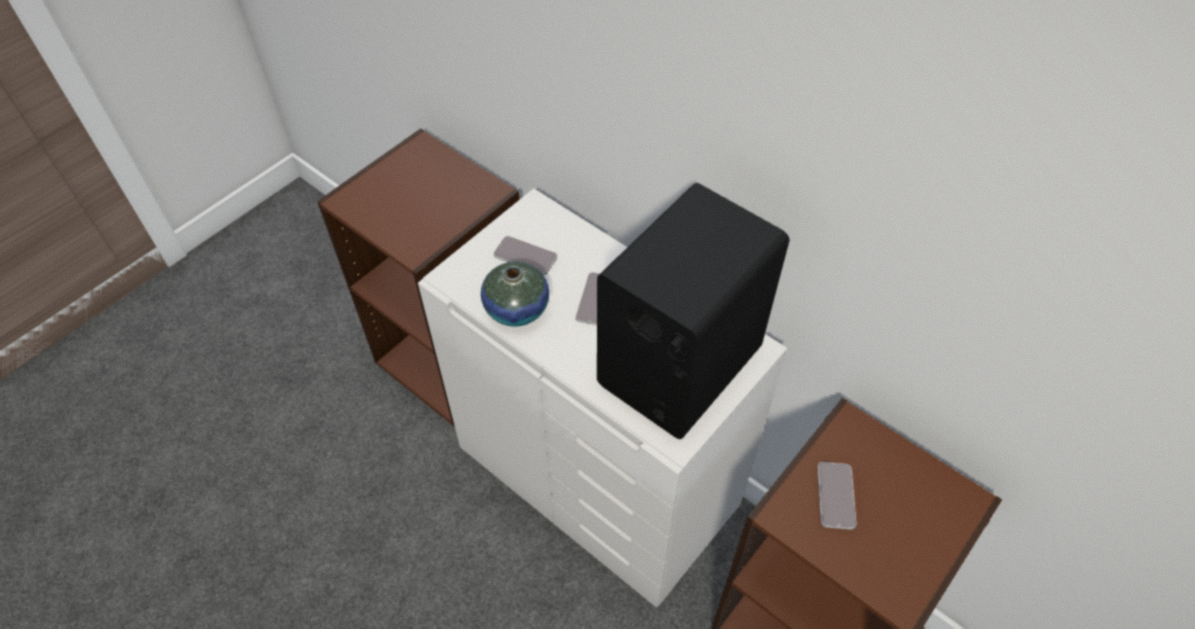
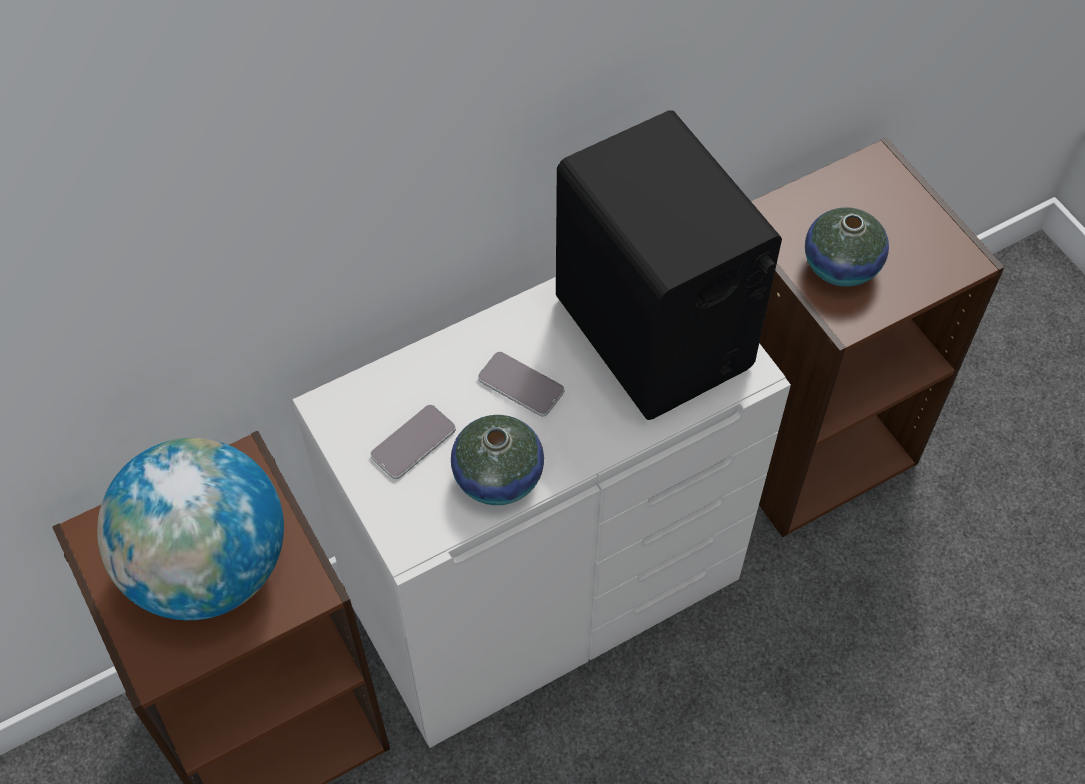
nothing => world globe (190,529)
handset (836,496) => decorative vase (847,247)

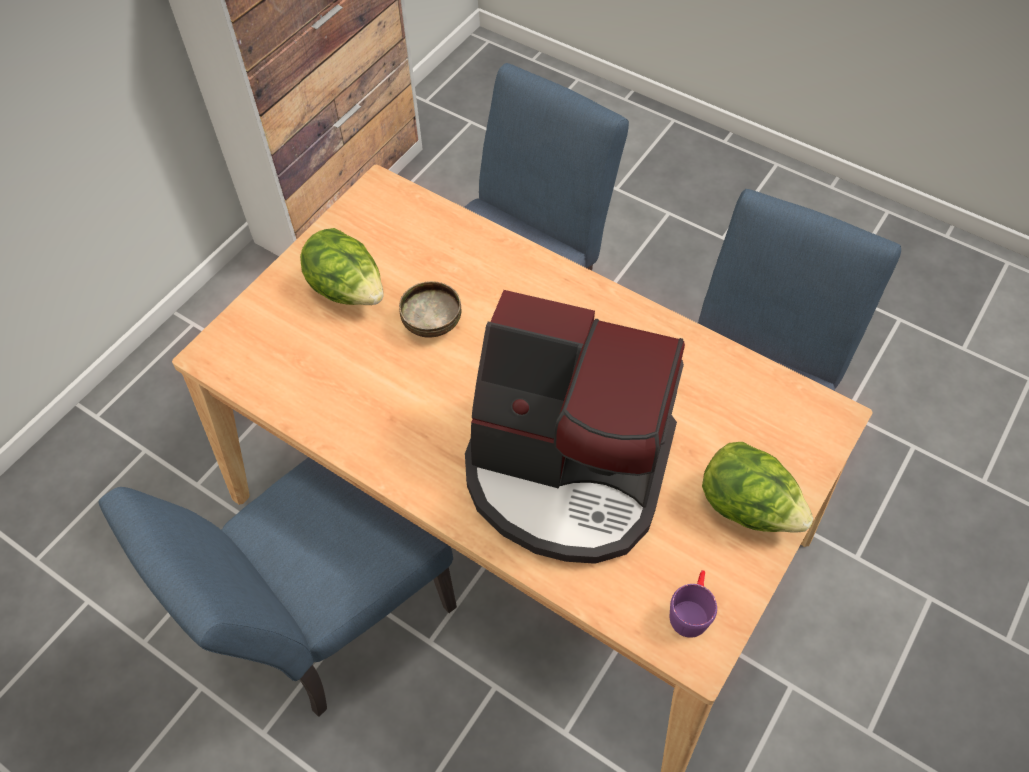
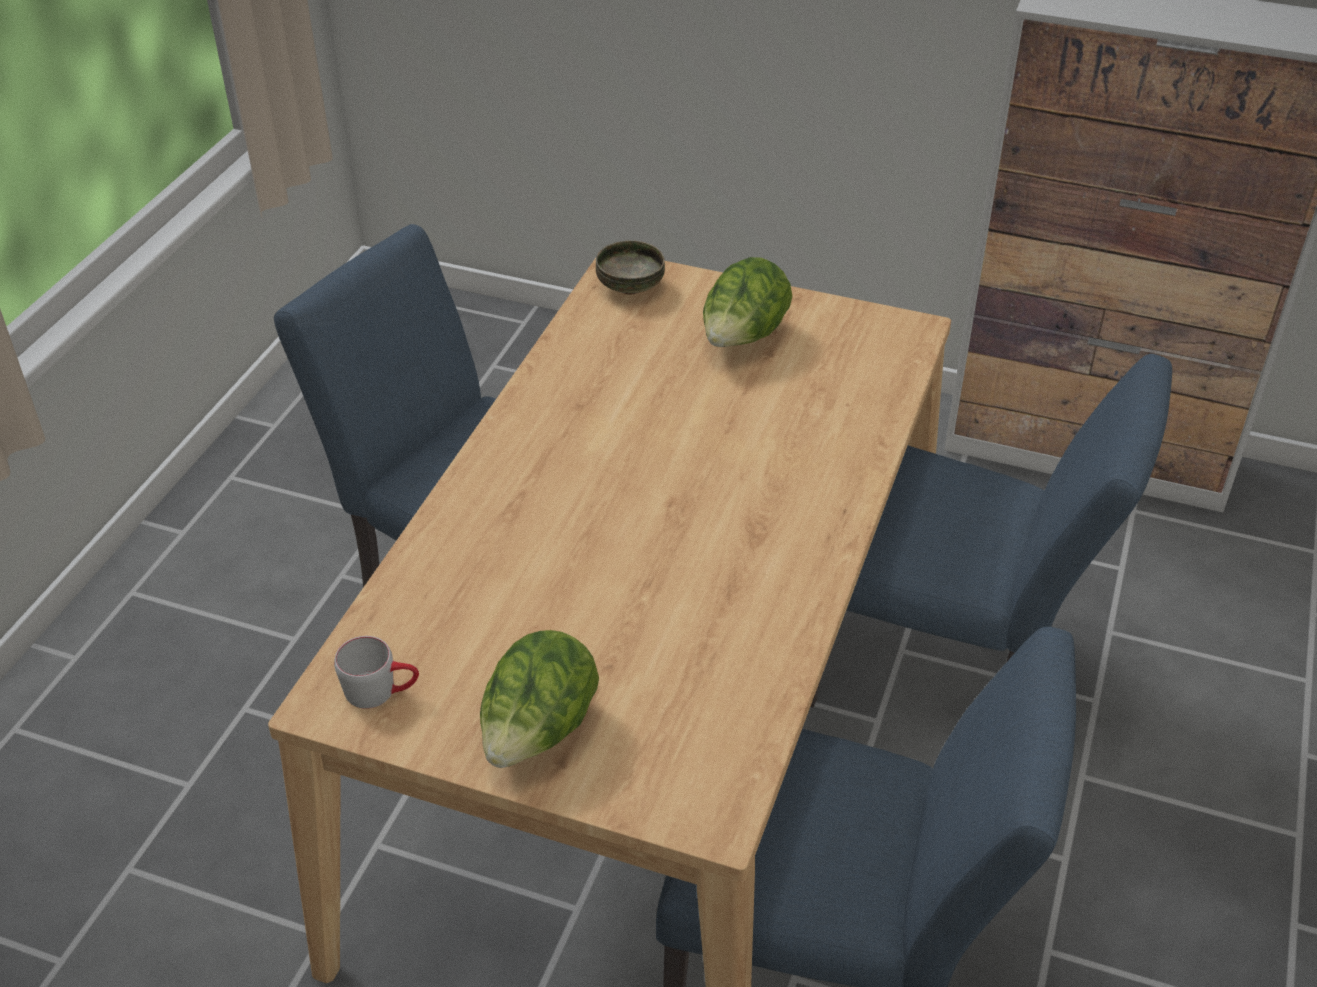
purplish coffee mug (693,604) => greyish coffee mug (376,672)
deep dish (430,309) => deep dish (630,267), move
coffee brewer (575,427) => nothing

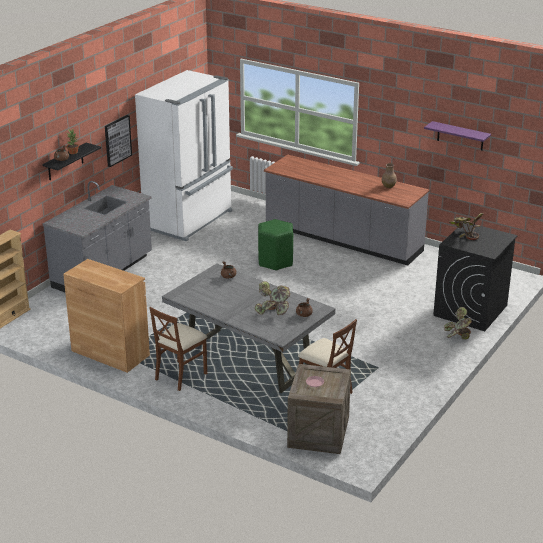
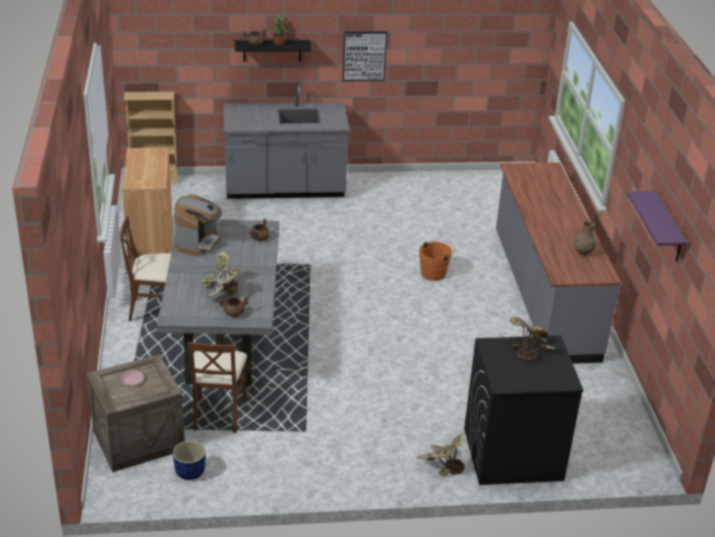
nothing => blue planter (189,460)
nothing => coffee brewer (198,225)
green-coloured stool (275,245) => orange pail (437,260)
white fridge (184,156) => nothing

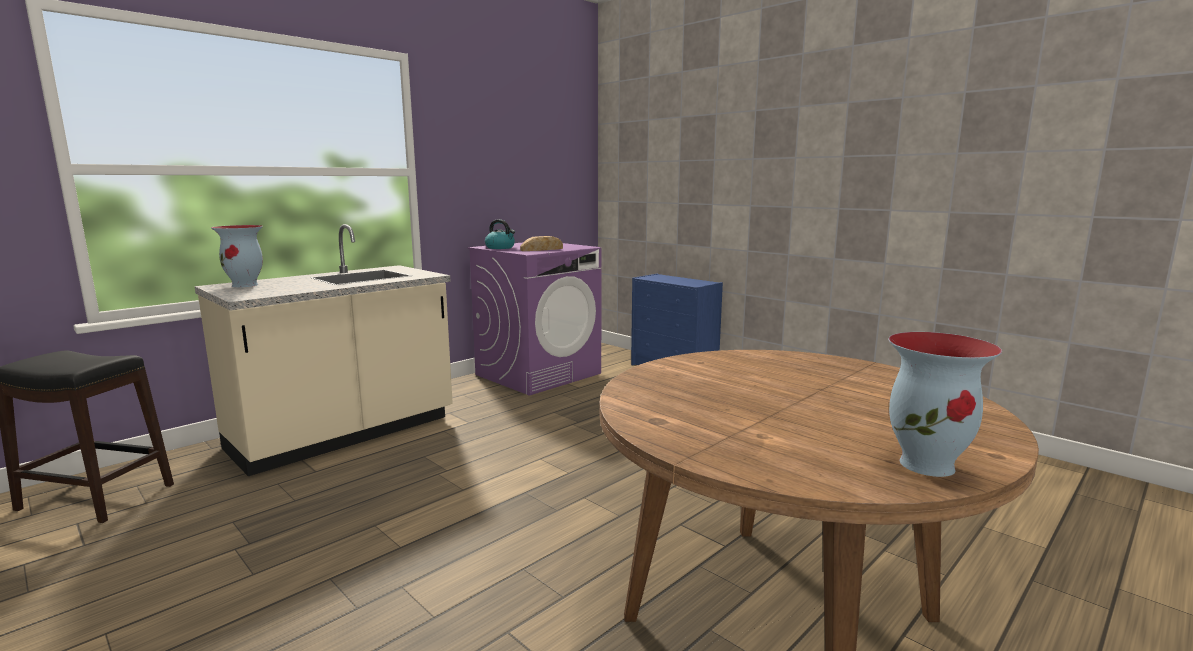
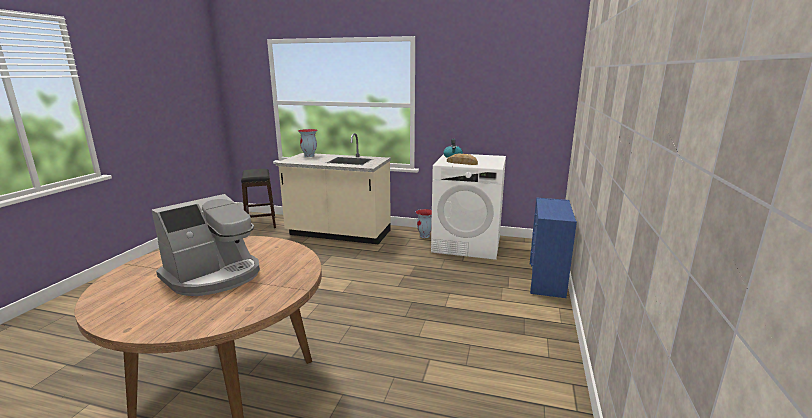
nothing => coffee brewer (205,245)
decorative vase (945,404) => decorative vase (423,223), move
purplish washing machine (535,319) => white washing machine (468,207)

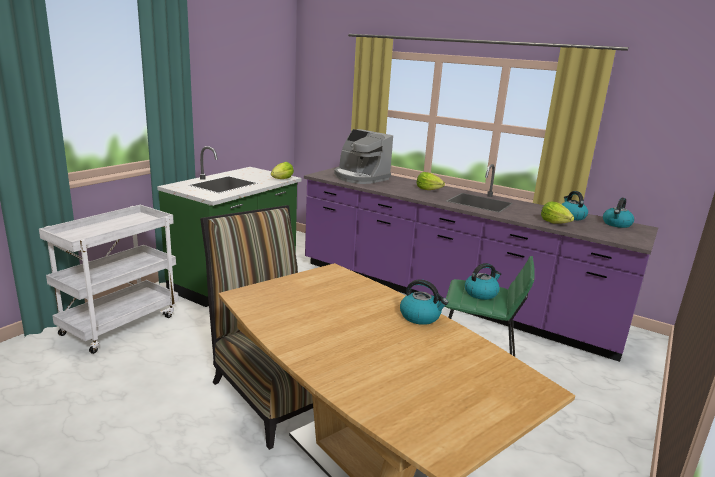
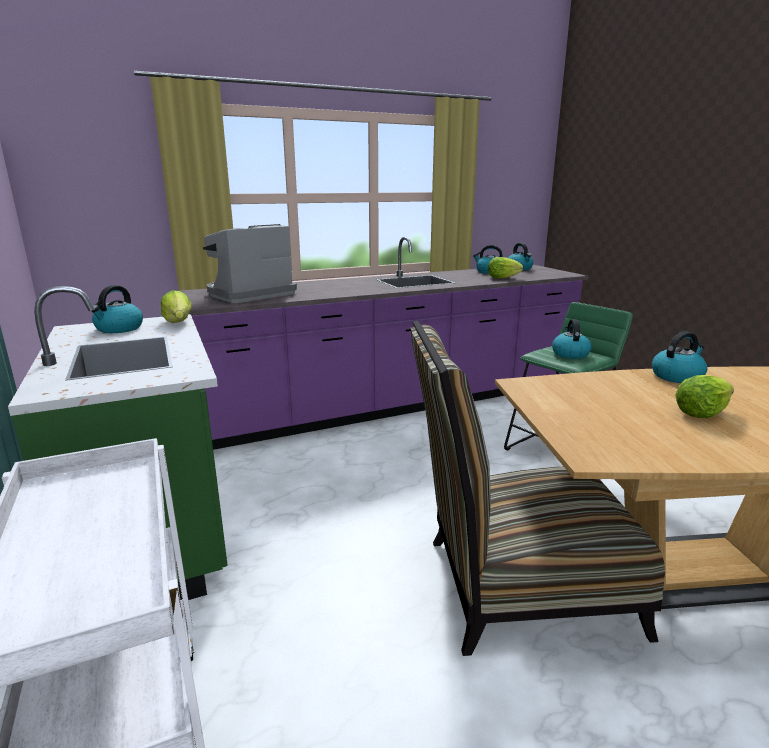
nothing => tea kettle (117,309)
coffee brewer (363,156) => coffee brewer (250,263), 150 degrees clockwise
lettuce (430,181) => lettuce (704,396), move

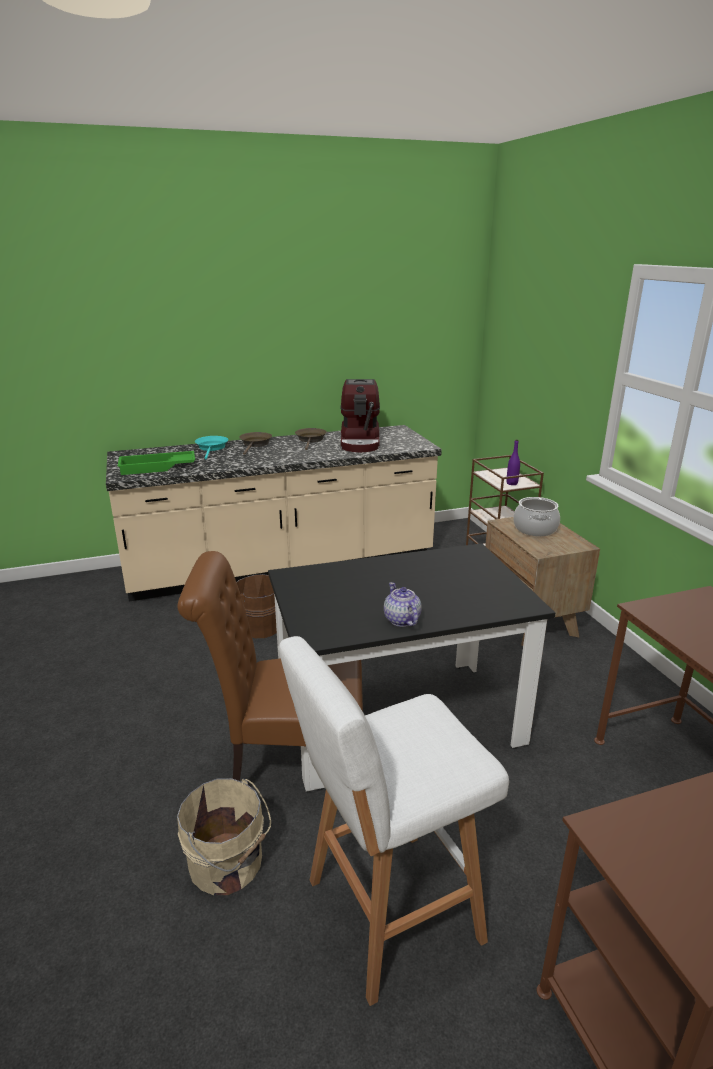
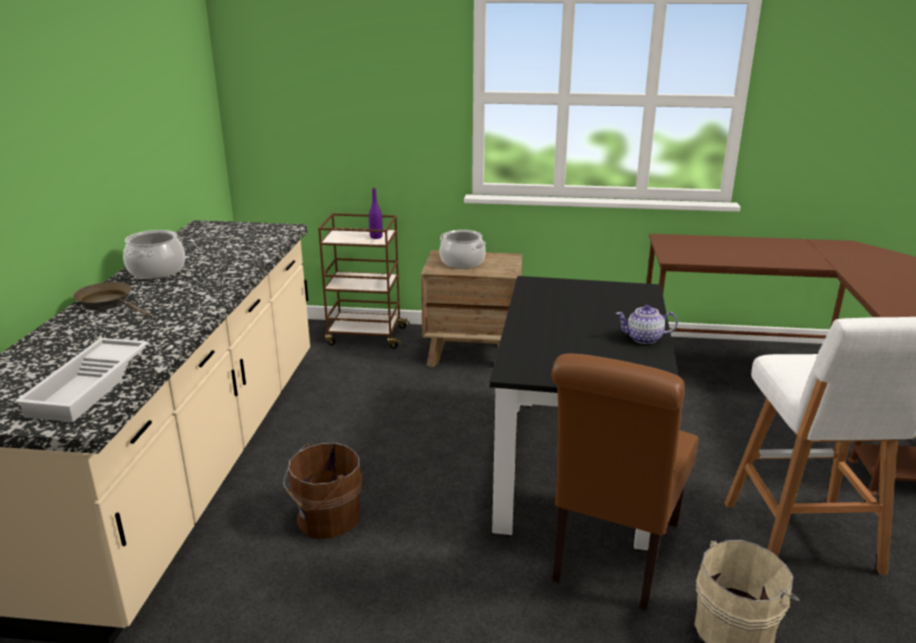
green-coloured serving tray (156,463) => white serving tray (81,380)
brown frying pan (311,439) => saucepot (154,254)
turquoise-coloured frying pan (211,447) => nothing
coffee brewer (360,415) => nothing

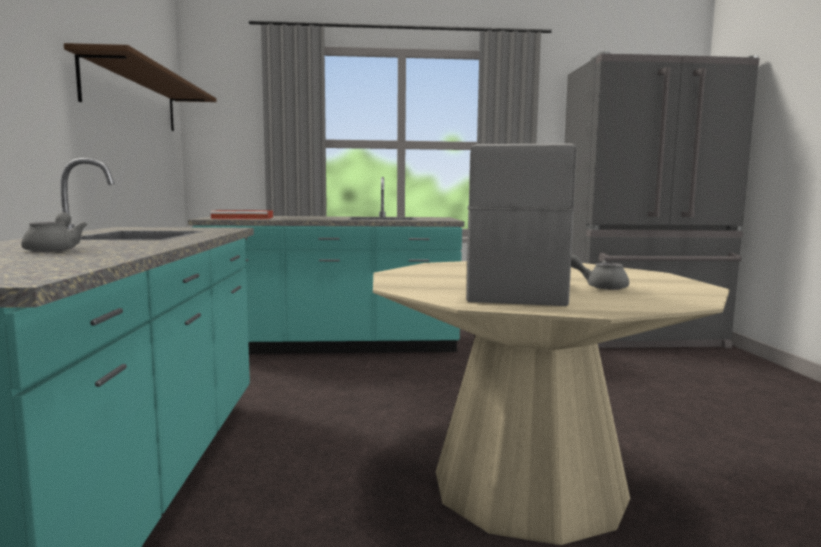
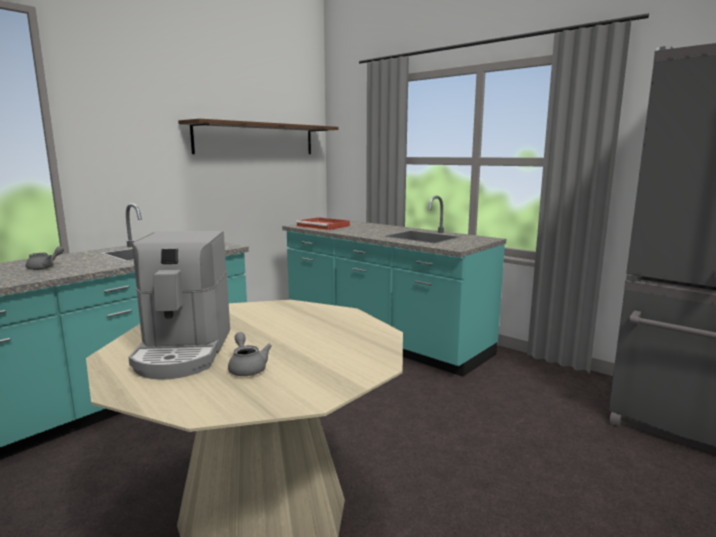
coffee brewer (521,224) => coffee brewer (179,305), 120 degrees clockwise

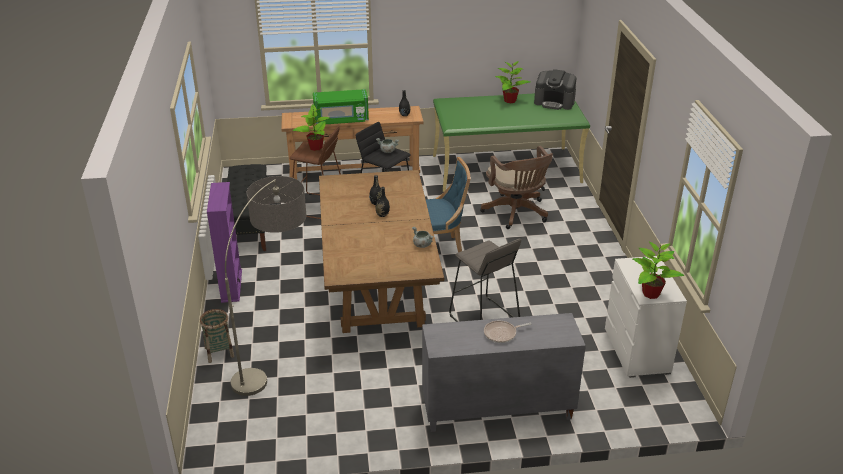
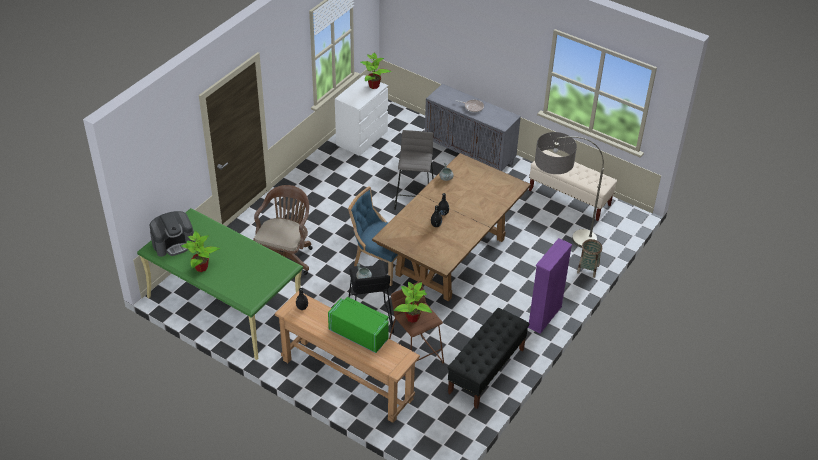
coffee brewer (555,89) => coffee brewer (172,234), 90 degrees clockwise
nothing => sand-coloured bench (573,185)

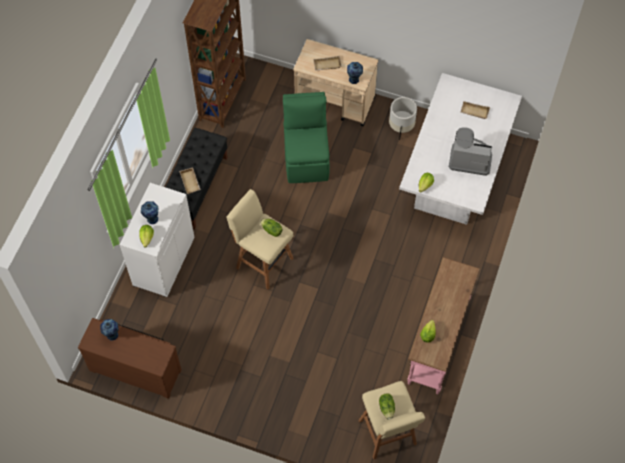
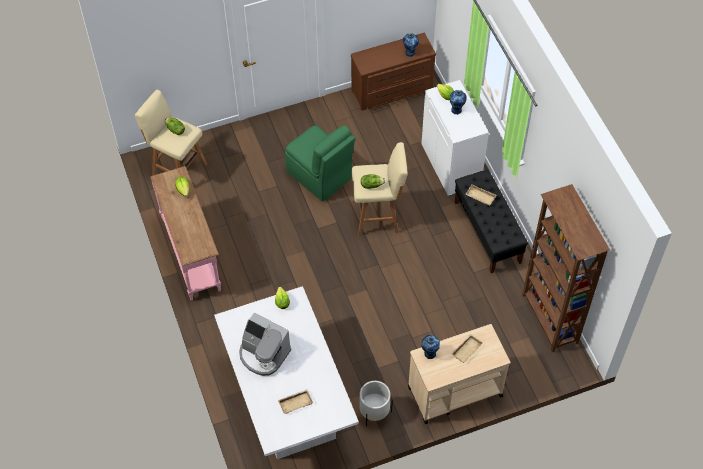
coffee brewer (470,151) => coffee brewer (265,344), 60 degrees clockwise
green-coloured chair (306,137) => green-coloured chair (320,163), move

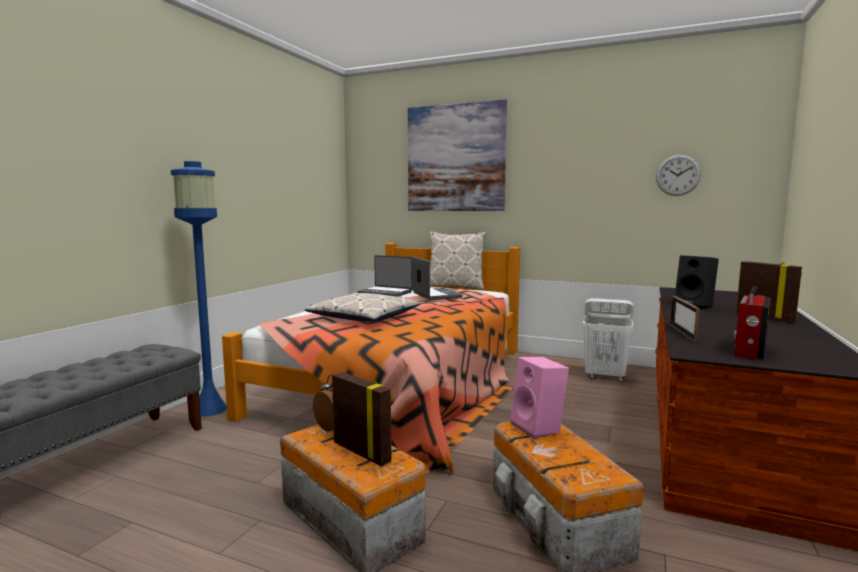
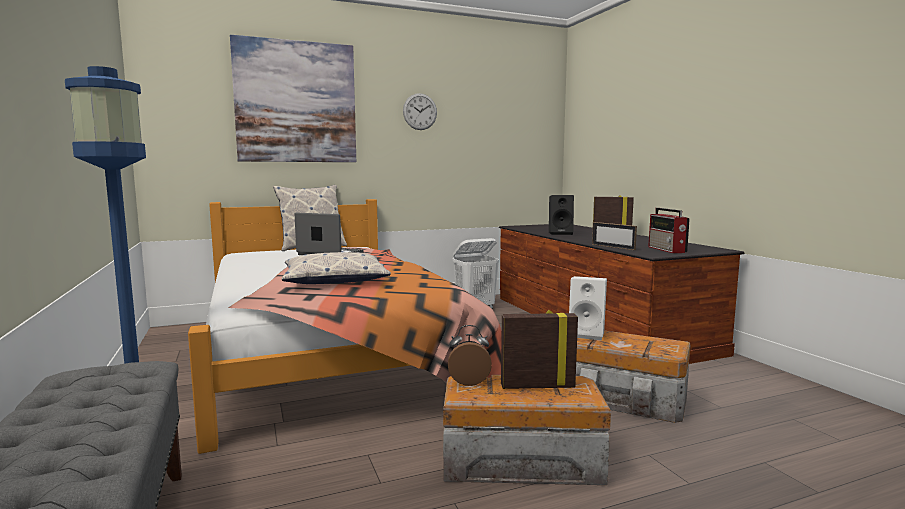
wall clock (678,175) => wall clock (420,111), move
pink-coloured speaker (539,398) => white speaker (588,308)
notebook computer (384,276) => nothing

